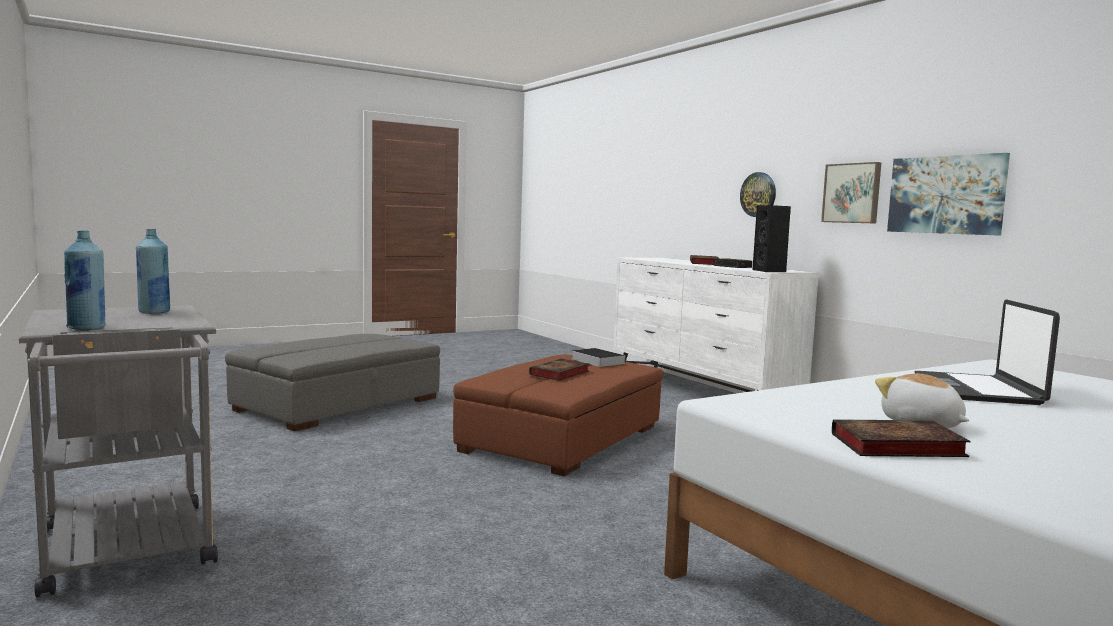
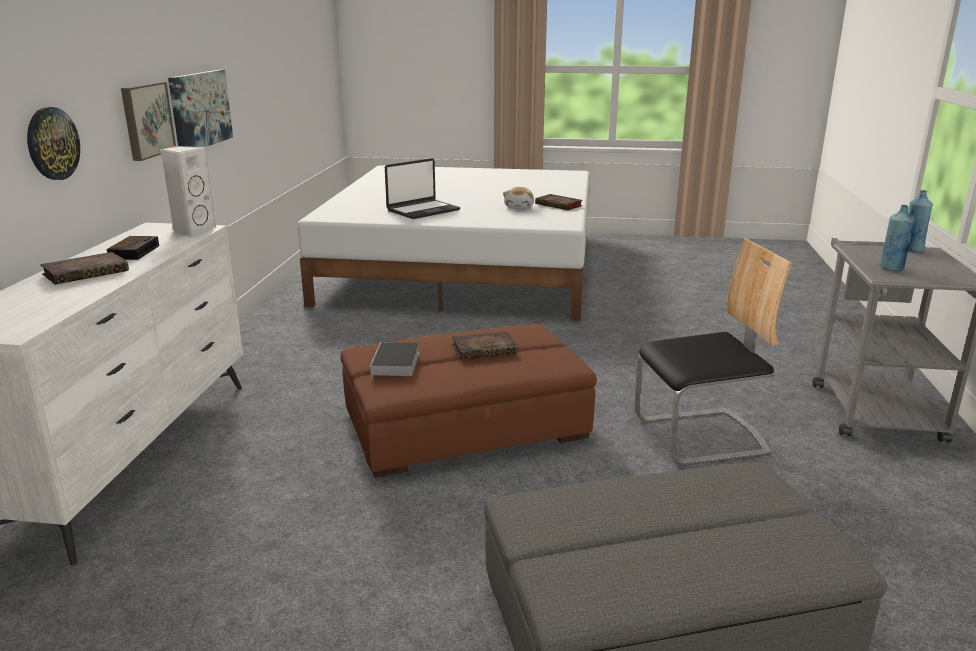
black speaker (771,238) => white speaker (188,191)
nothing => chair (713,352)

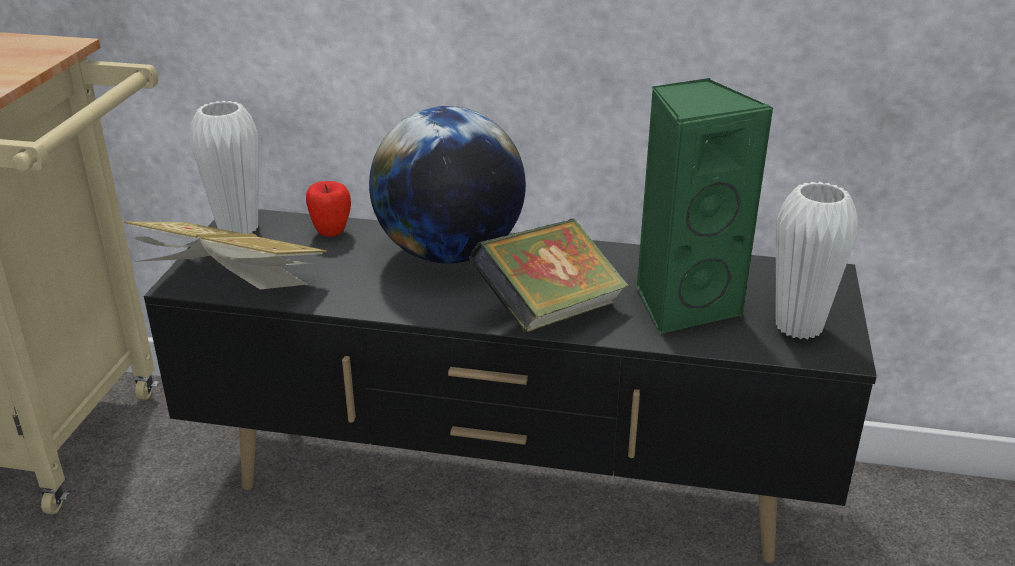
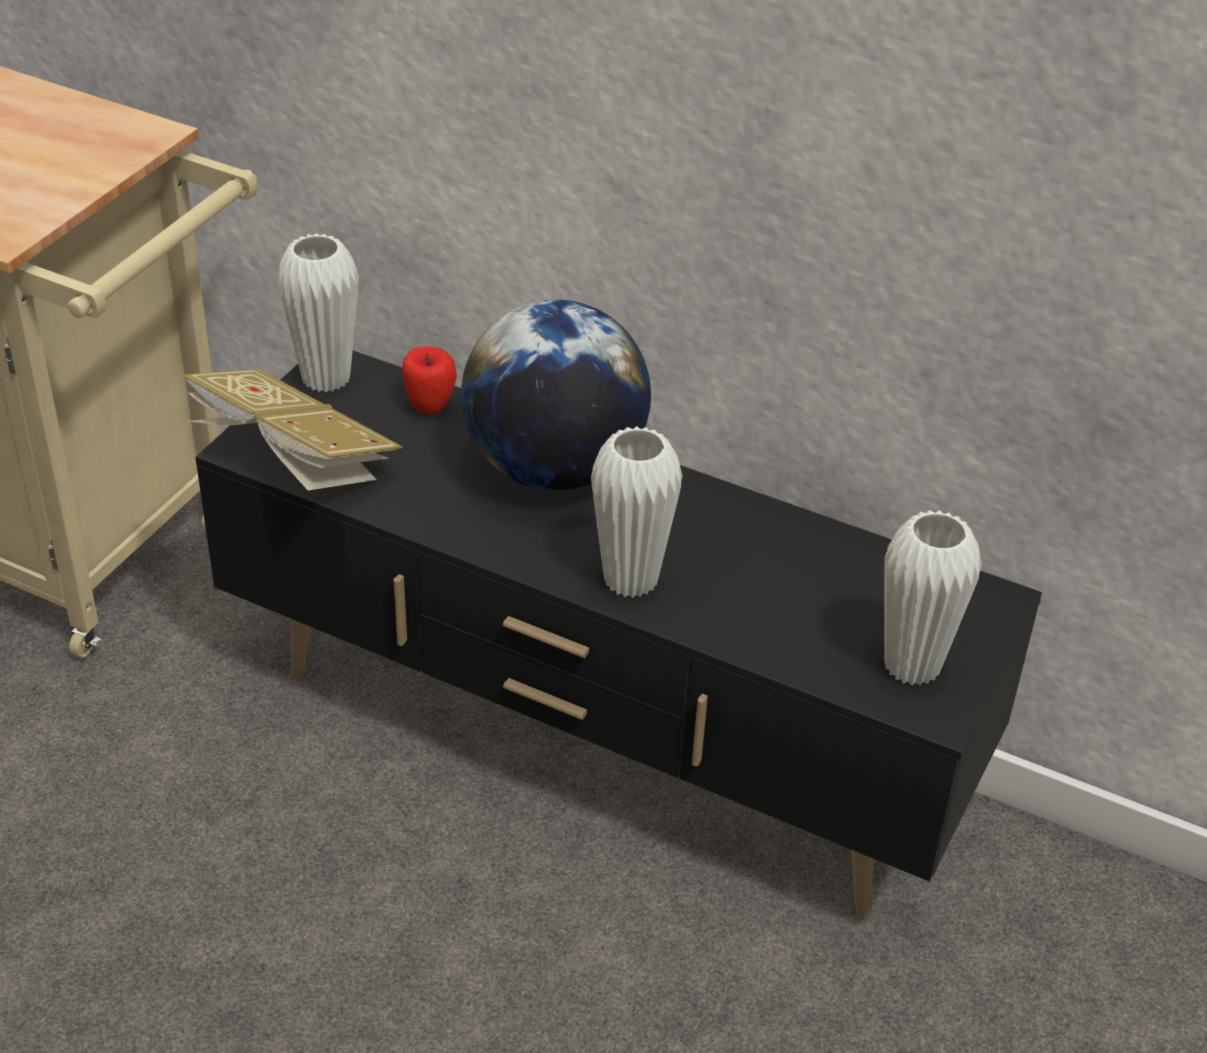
bound book (549,276) => white decorative vase (637,512)
green-coloured speaker (705,206) => nothing

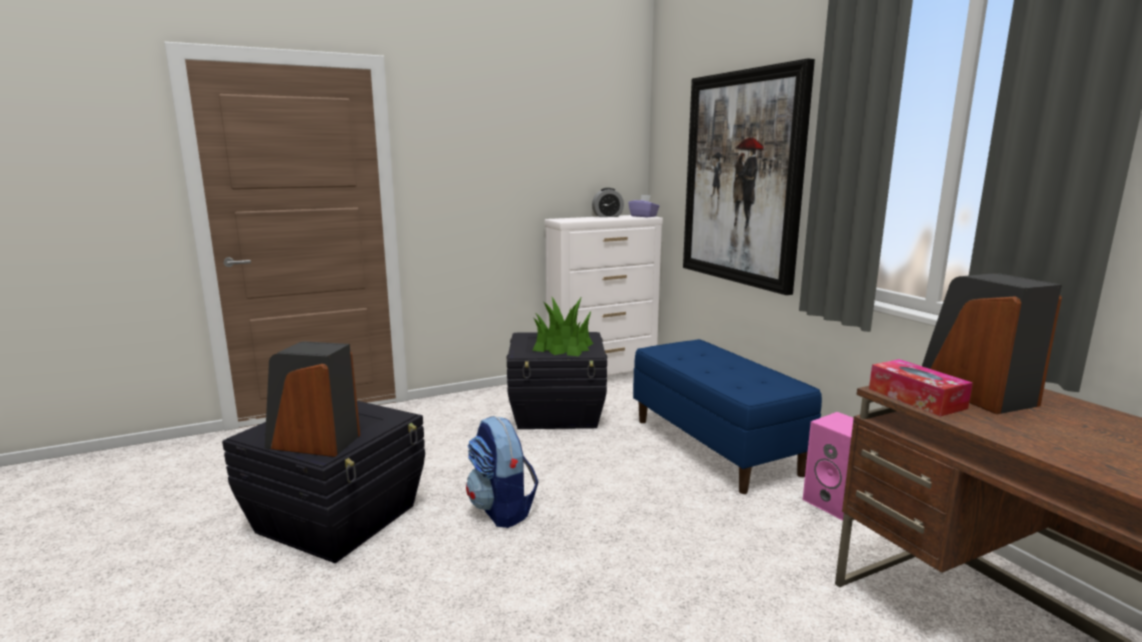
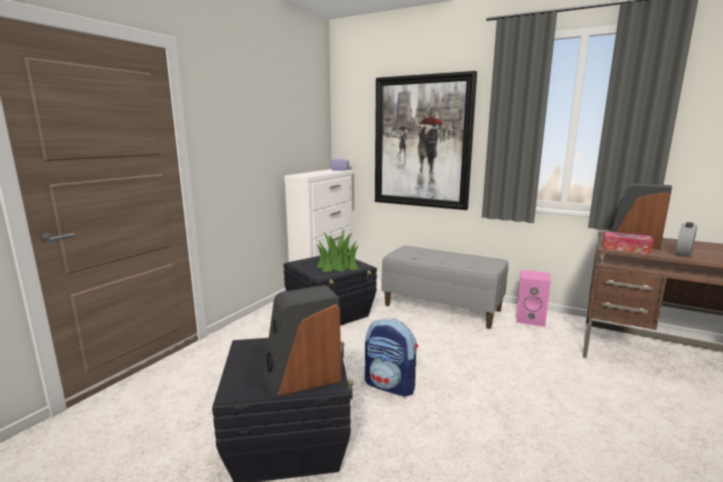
blue bench (727,416) => greyish bench (445,287)
bedside clock (608,202) => bedside clock (686,239), move

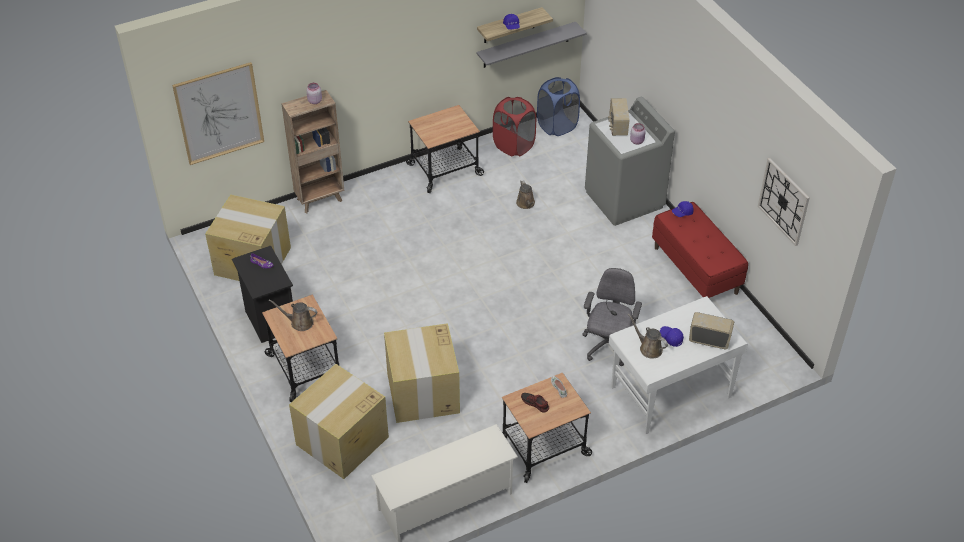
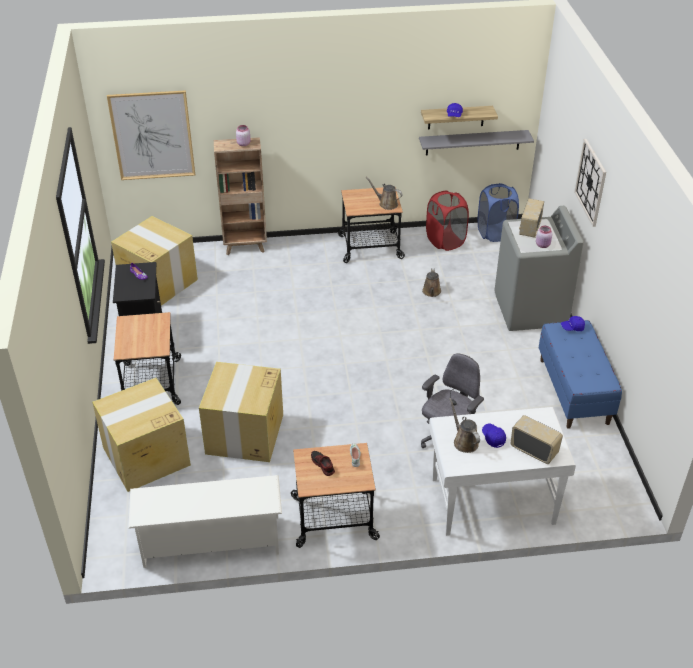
brown watering can (293,315) => brown watering can (384,193), move
red bench (700,250) => blue bench (580,374)
wall clock (784,202) => wall clock (590,183), move

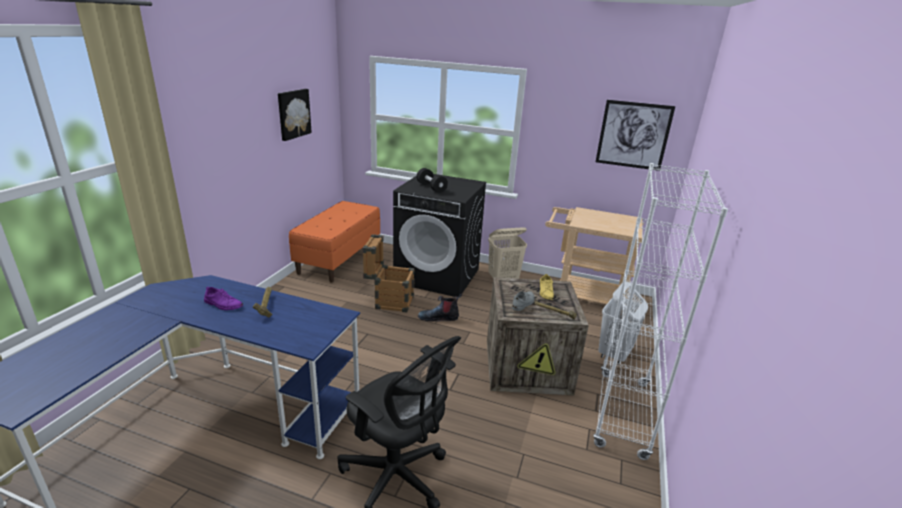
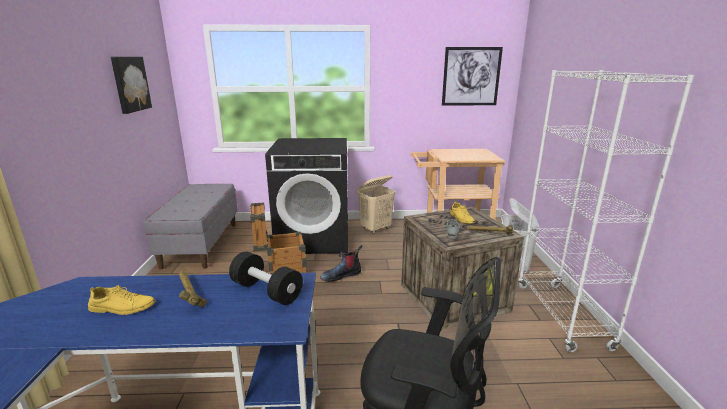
purplish shoe (223,298) => yellowish shoe (122,300)
orange bench (334,241) => greyish bench (191,227)
black dumbbell (432,180) => black dumbbell (266,278), move

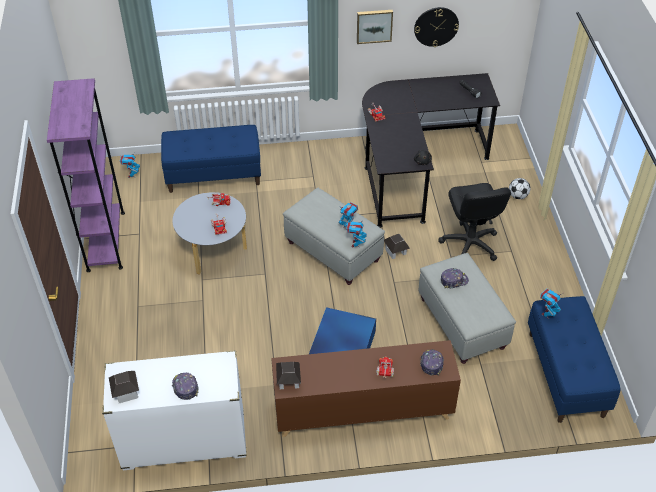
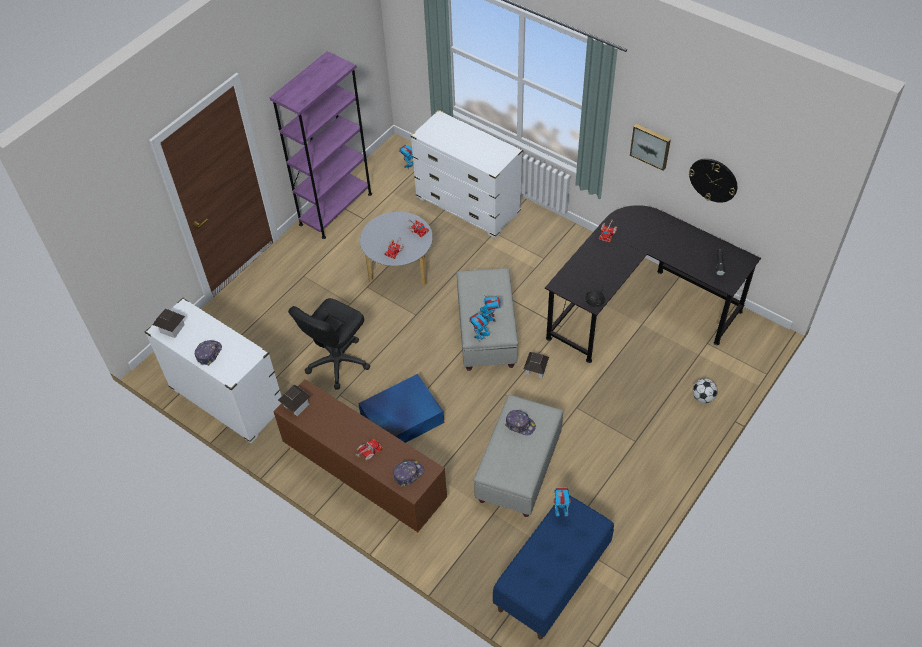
black office chair (475,222) => black office chair (329,344), move
blue bench (211,159) => white chest of drawers (467,174)

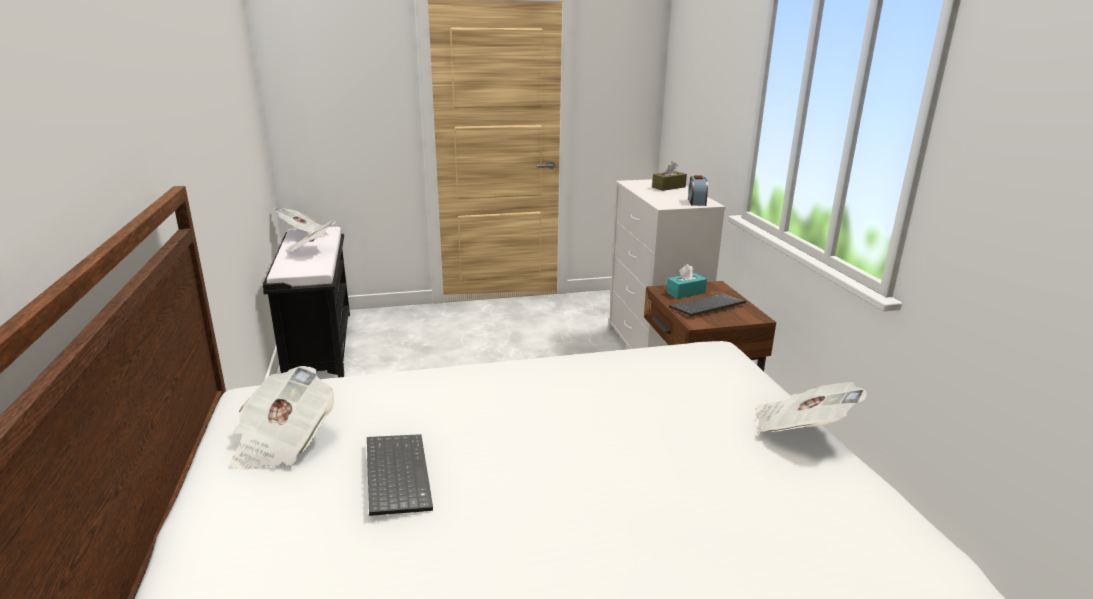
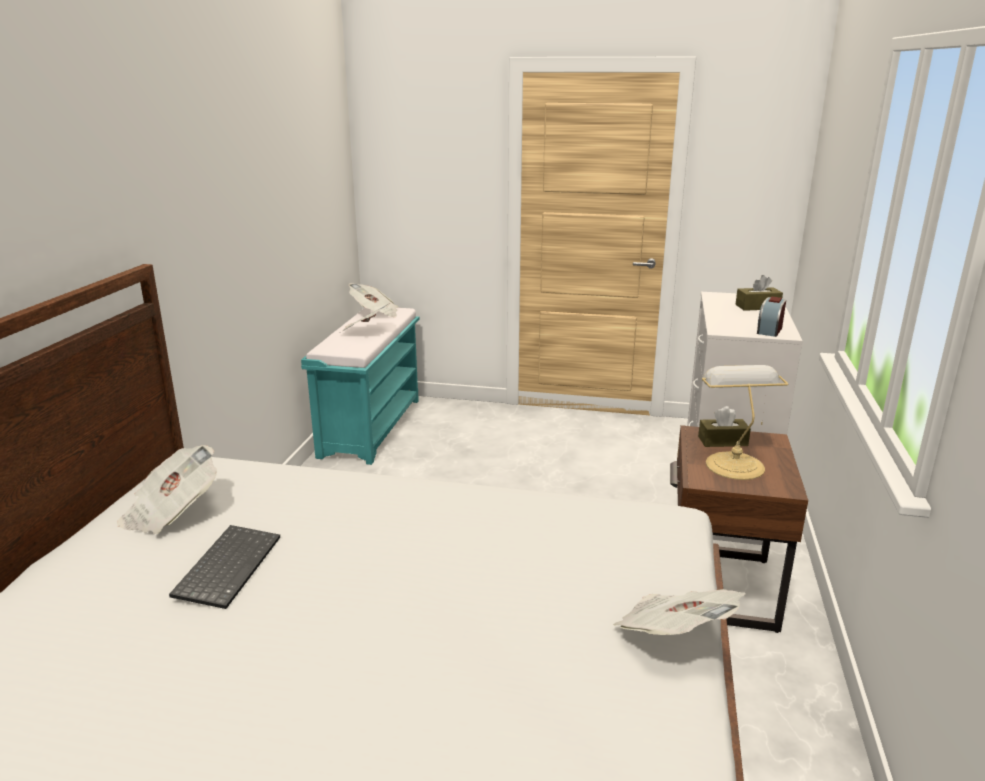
black bench (306,302) => turquoise-coloured bench (360,386)
turquoise-coloured box of tissues (686,281) => brown box of tissues (724,426)
computer keyboard (707,304) => table lamp (745,422)

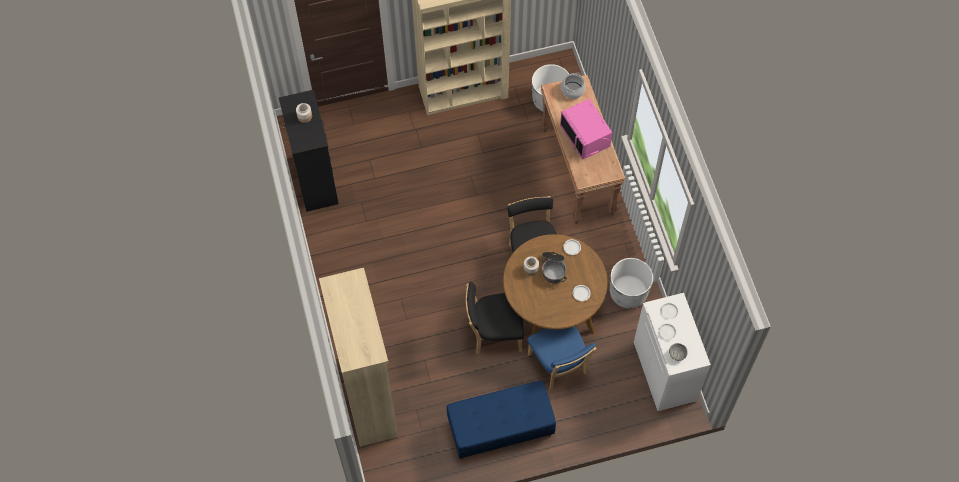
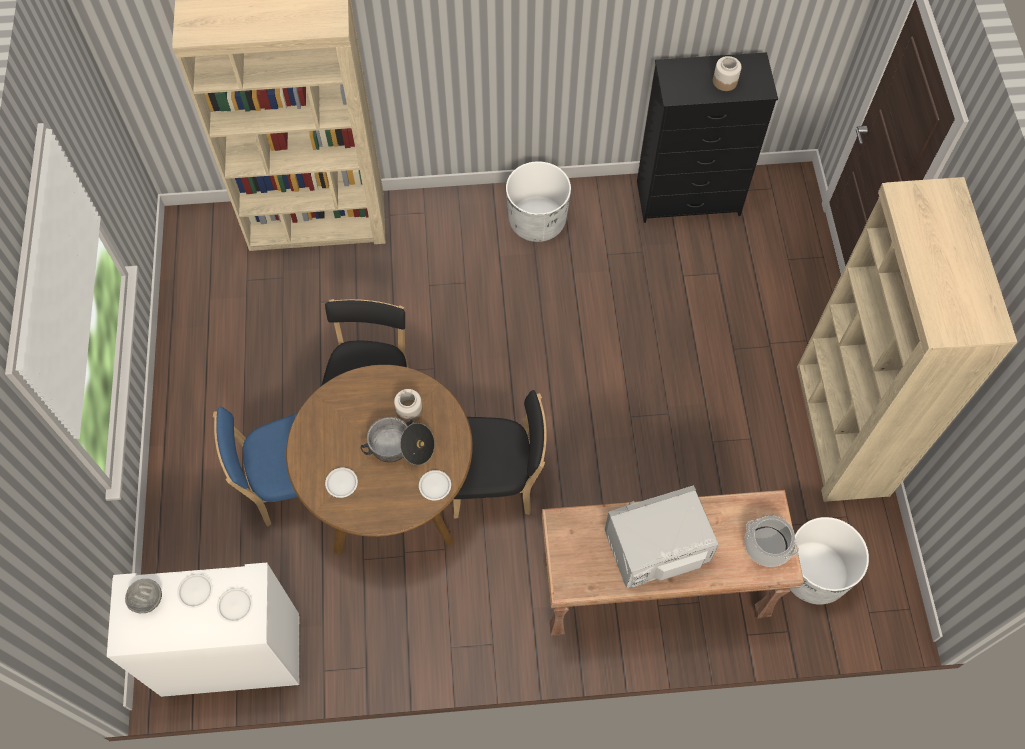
white planter (631,283) => white planter (538,201), move
pink-coloured microwave oven (586,129) => greyish microwave oven (662,536)
blue bench (501,420) => nothing

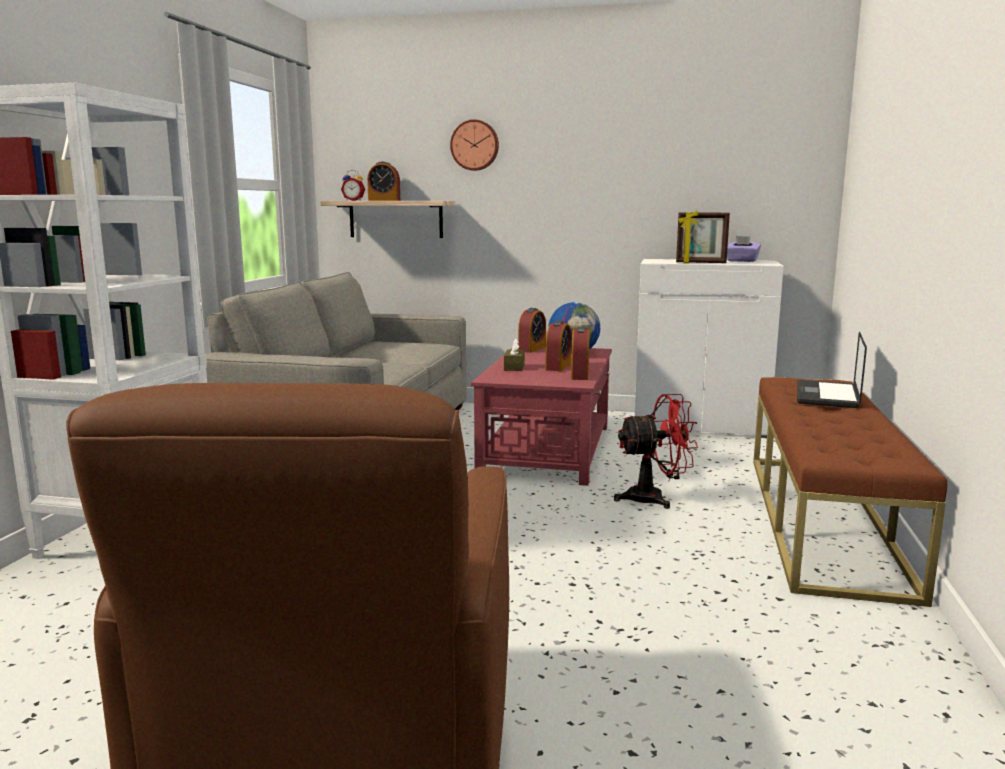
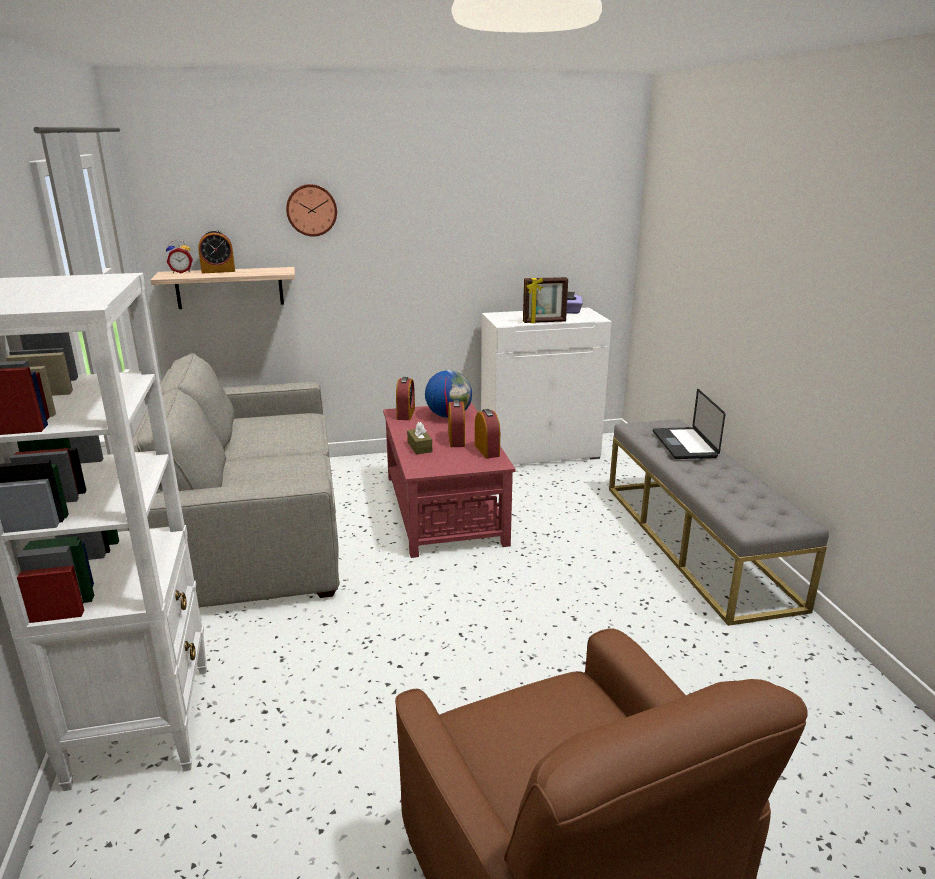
brown bench (850,492) => greyish bench (719,522)
red fan (656,451) => nothing

